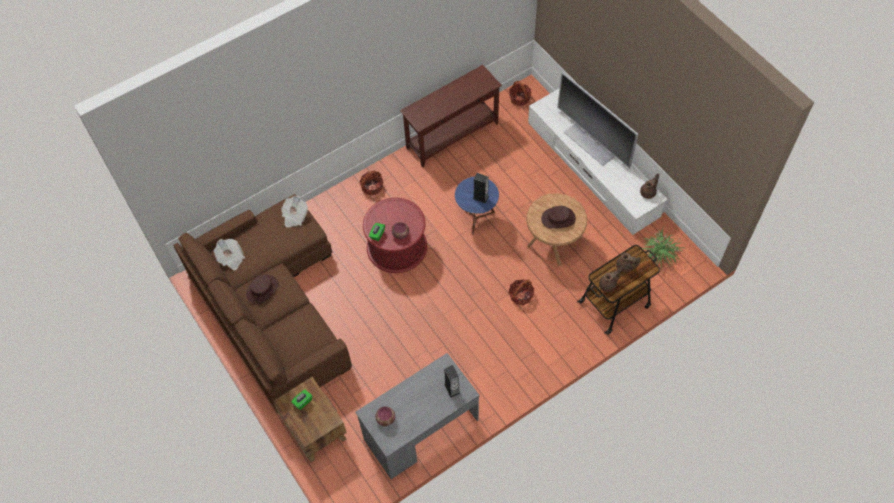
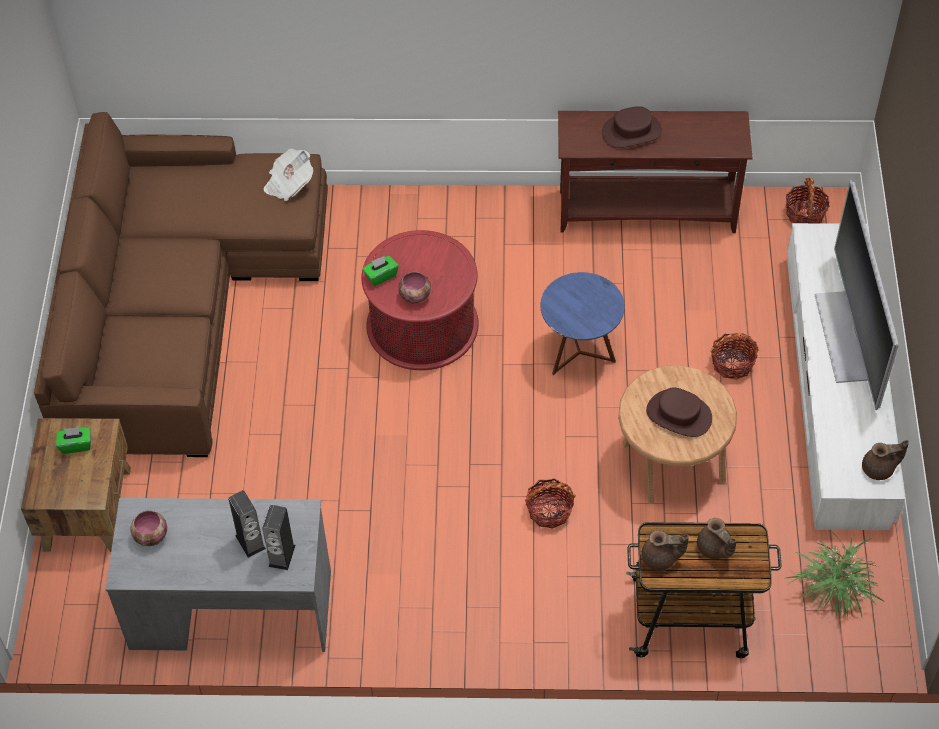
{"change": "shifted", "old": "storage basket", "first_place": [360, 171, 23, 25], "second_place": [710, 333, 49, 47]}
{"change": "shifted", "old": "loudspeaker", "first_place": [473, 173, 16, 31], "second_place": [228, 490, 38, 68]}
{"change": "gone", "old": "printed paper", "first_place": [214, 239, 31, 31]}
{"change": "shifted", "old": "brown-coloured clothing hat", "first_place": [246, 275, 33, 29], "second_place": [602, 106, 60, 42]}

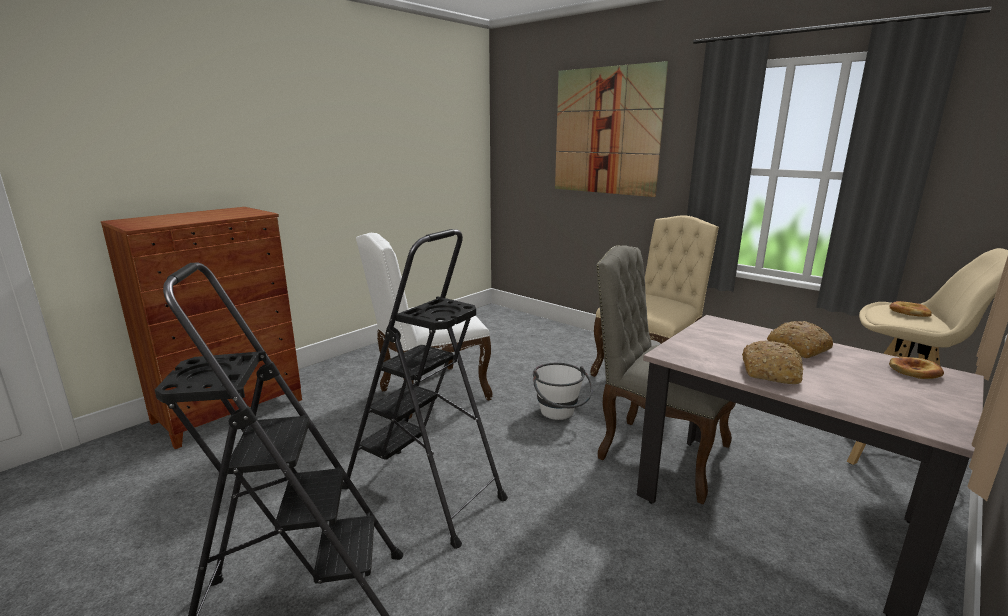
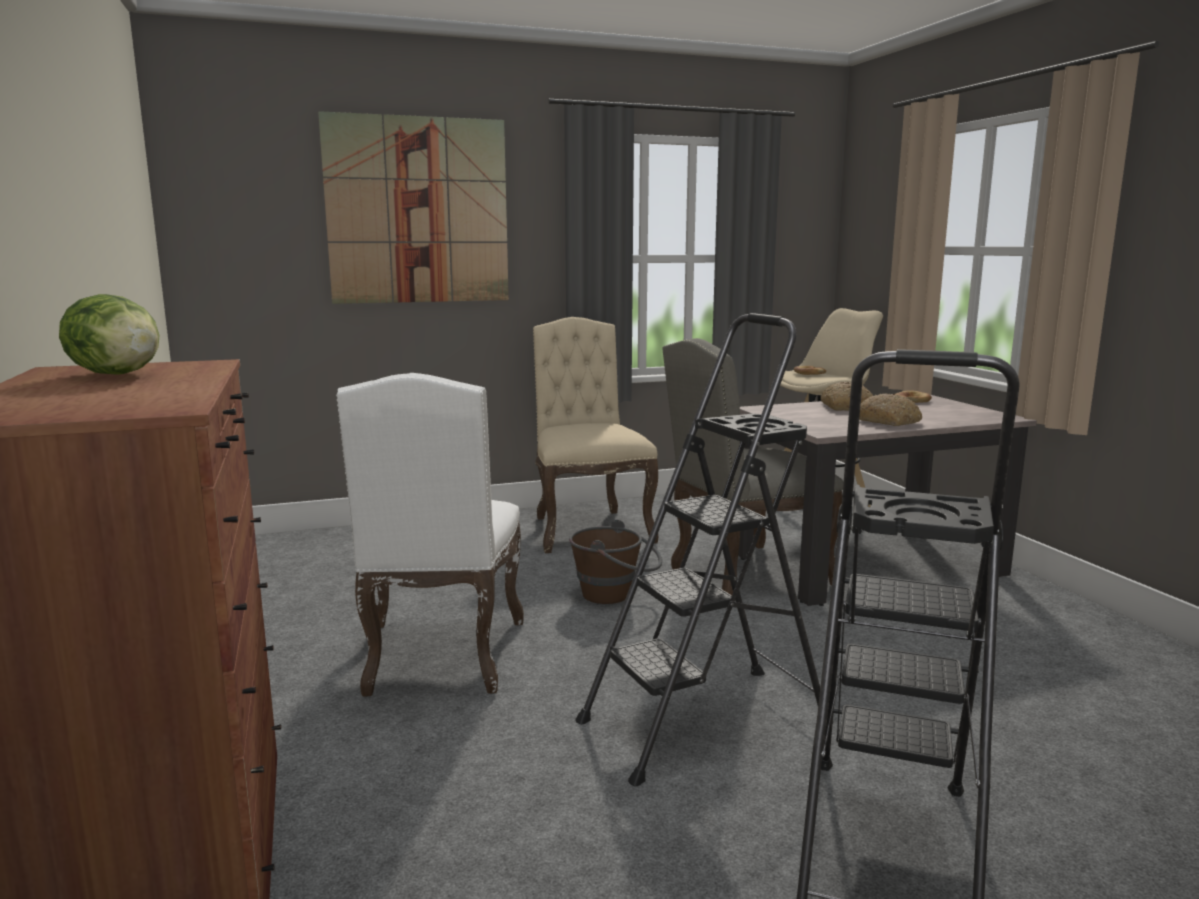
{"change": "repainted", "old": "white bucket", "new": "brown-coloured bucket", "first_place": [533, 363, 60, 57], "second_place": [569, 519, 93, 85]}
{"change": "new", "new": "head of lettuce", "second_place": [59, 294, 100, 81]}

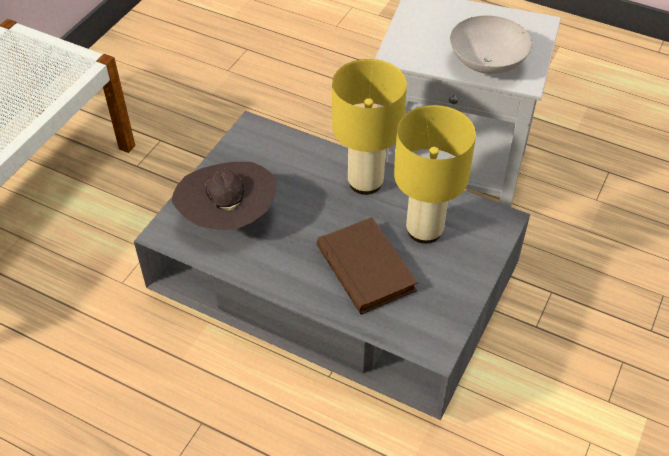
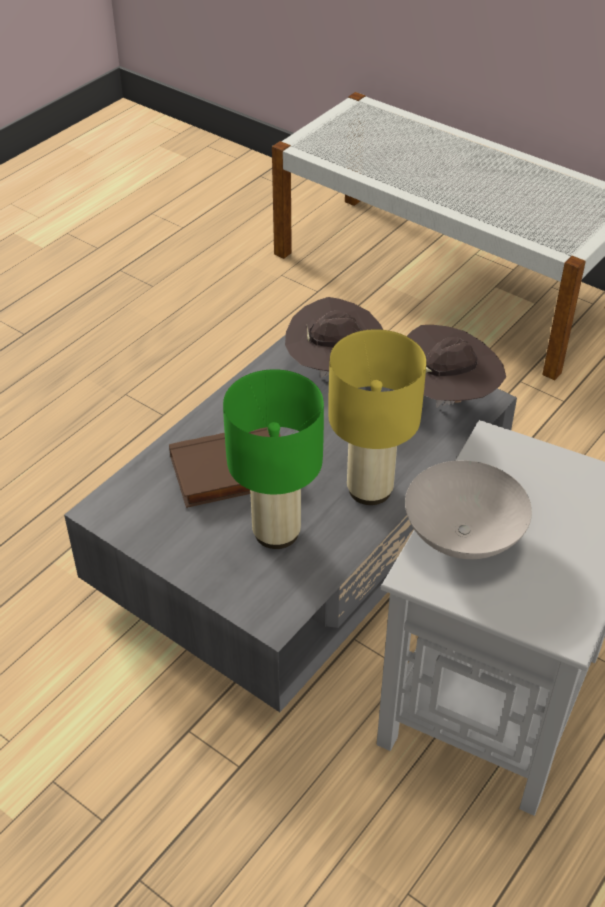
{"change": "repainted", "old": "yellow-coloured tabletop lamp", "new": "greenish tabletop lamp", "first_place": [394, 105, 82, 139], "second_place": [223, 369, 101, 180]}
{"change": "new", "new": "brown-coloured clothing hat", "second_place": [407, 325, 99, 83]}

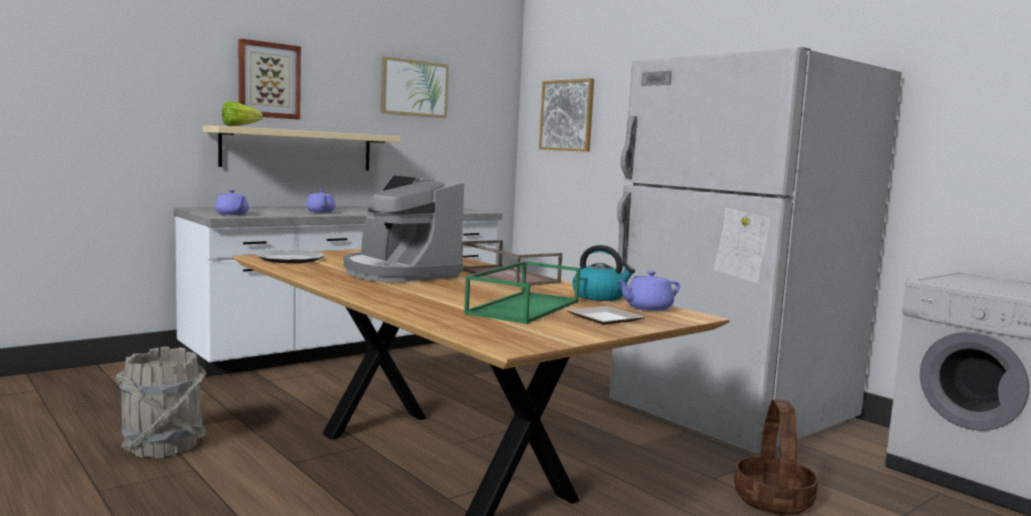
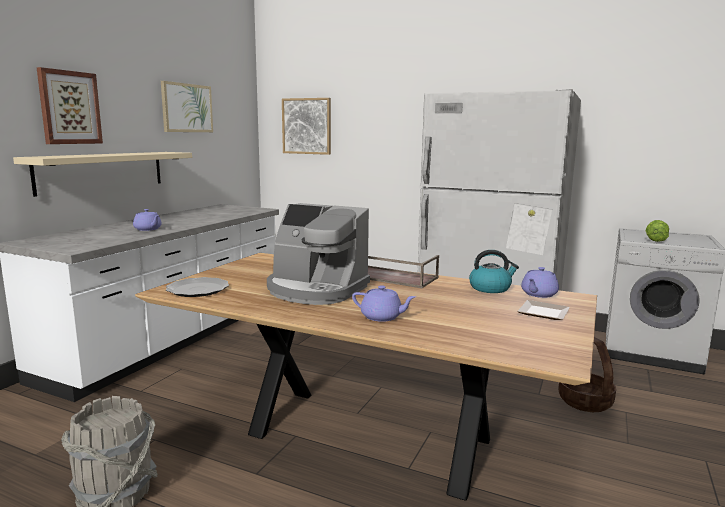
{"change": "shifted", "old": "head of lettuce", "first_place": [222, 101, 41, 25], "second_place": [645, 220, 24, 22]}
{"change": "shifted", "old": "purple-coloured teapot", "first_place": [215, 190, 34, 25], "second_place": [352, 285, 64, 37]}
{"change": "gone", "old": "greenish serving tray", "first_place": [464, 261, 116, 63]}

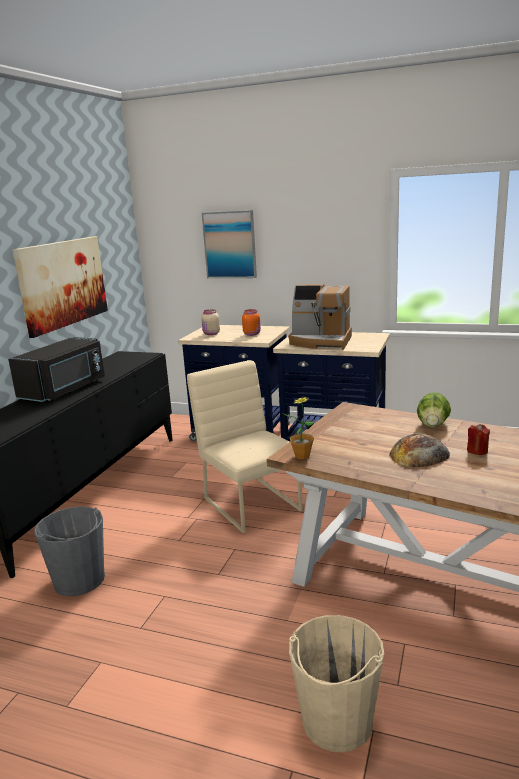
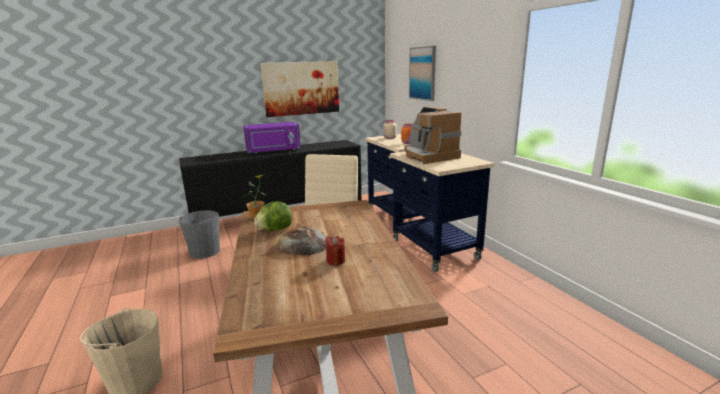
{"change": "repainted", "old": "black-coloured microwave", "new": "purple-coloured microwave", "first_place": [8, 337, 97, 65], "second_place": [243, 122, 58, 32]}
{"change": "shifted", "old": "head of lettuce", "first_place": [417, 392, 34, 36], "second_place": [254, 201, 38, 30]}

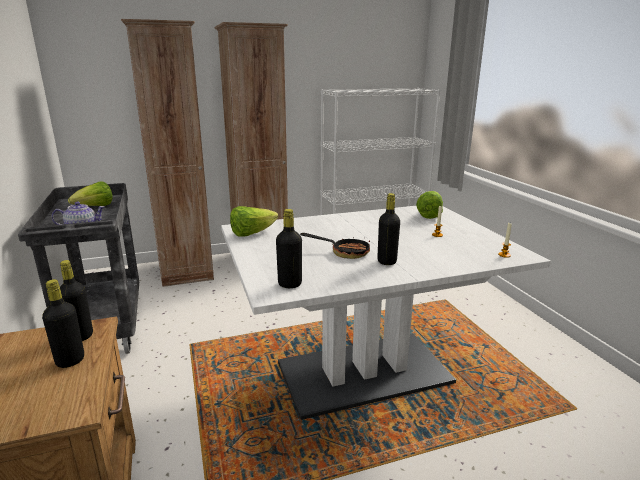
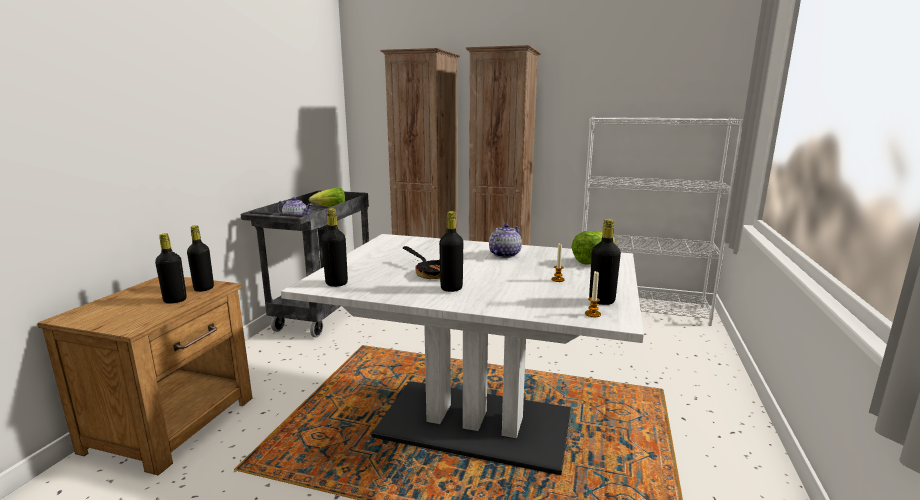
{"change": "gone", "old": "head of lettuce", "first_place": [230, 206, 48, 31]}
{"change": "new", "new": "black-coloured bottle", "second_place": [589, 219, 32, 86]}
{"change": "new", "new": "teapot", "second_place": [489, 224, 33, 34]}

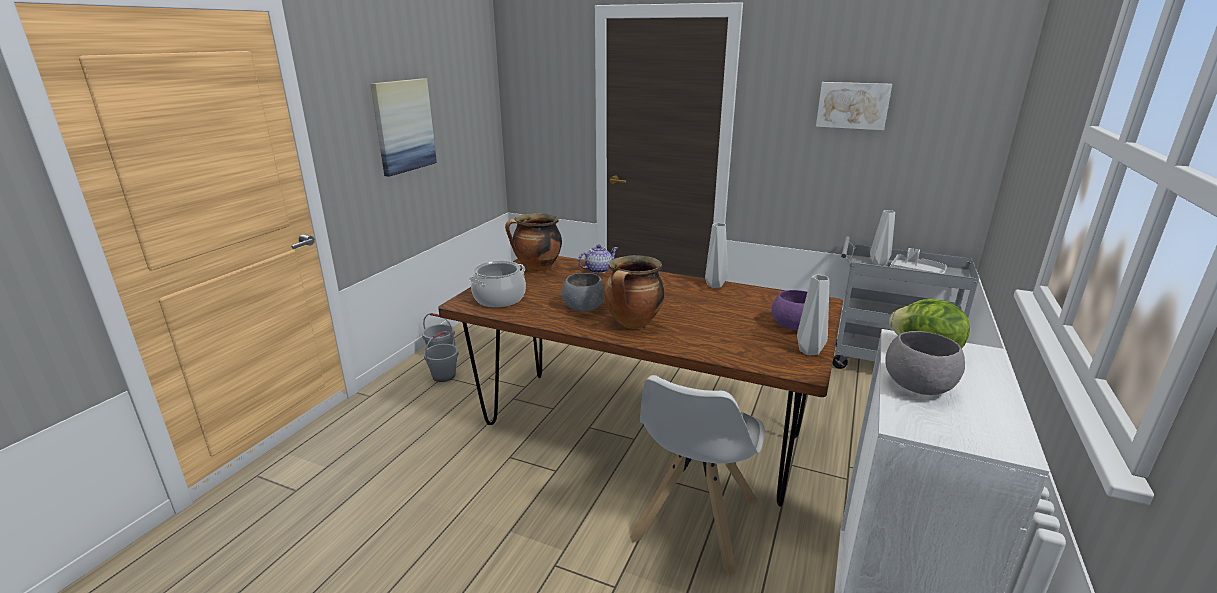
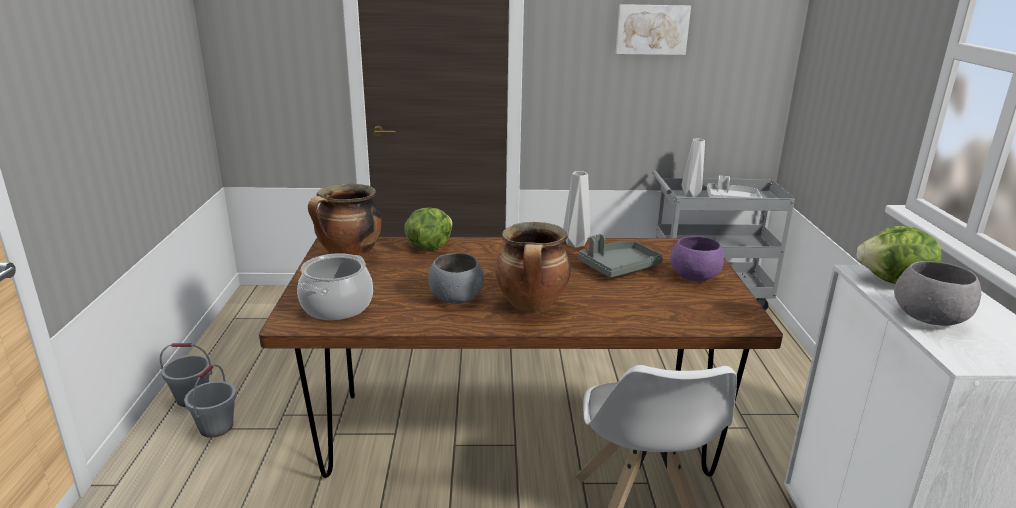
{"change": "gone", "old": "wall picture", "first_place": [370, 78, 67, 99]}
{"change": "swapped", "old": "teapot", "new": "head of lettuce", "first_place": [578, 244, 40, 29], "second_place": [404, 208, 49, 42]}
{"change": "gone", "old": "gray decorative vase", "first_place": [797, 274, 32, 82]}
{"change": "new", "new": "gray serving tray", "second_place": [578, 234, 85, 44]}

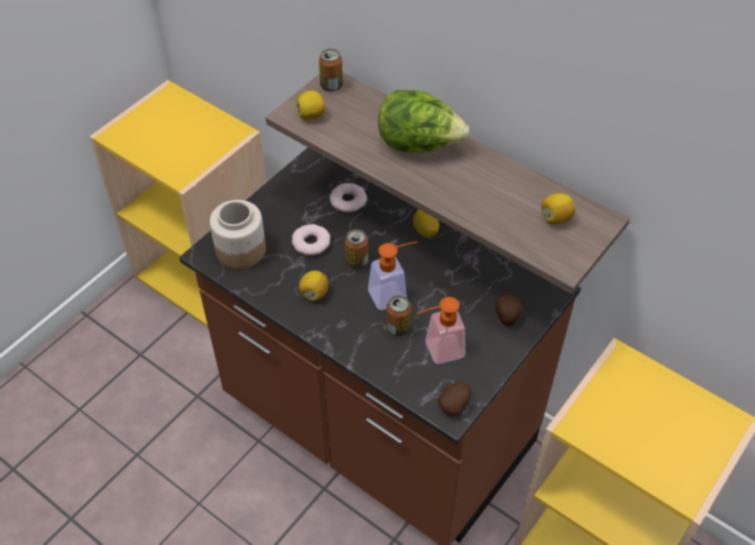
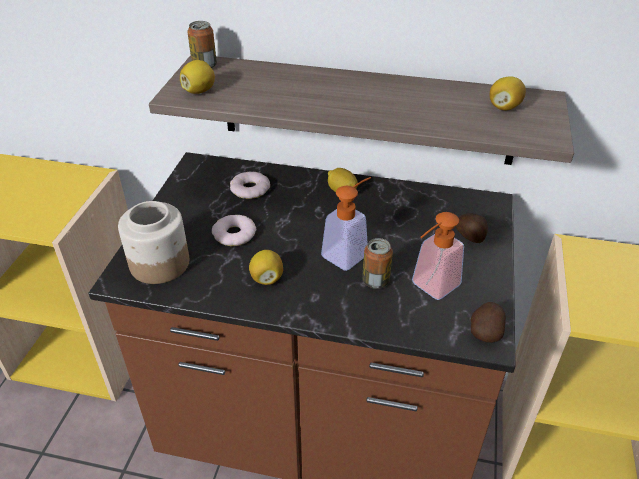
{"change": "gone", "old": "head of lettuce", "first_place": [378, 90, 91, 63]}
{"change": "gone", "old": "sealed can", "first_place": [345, 229, 23, 40]}

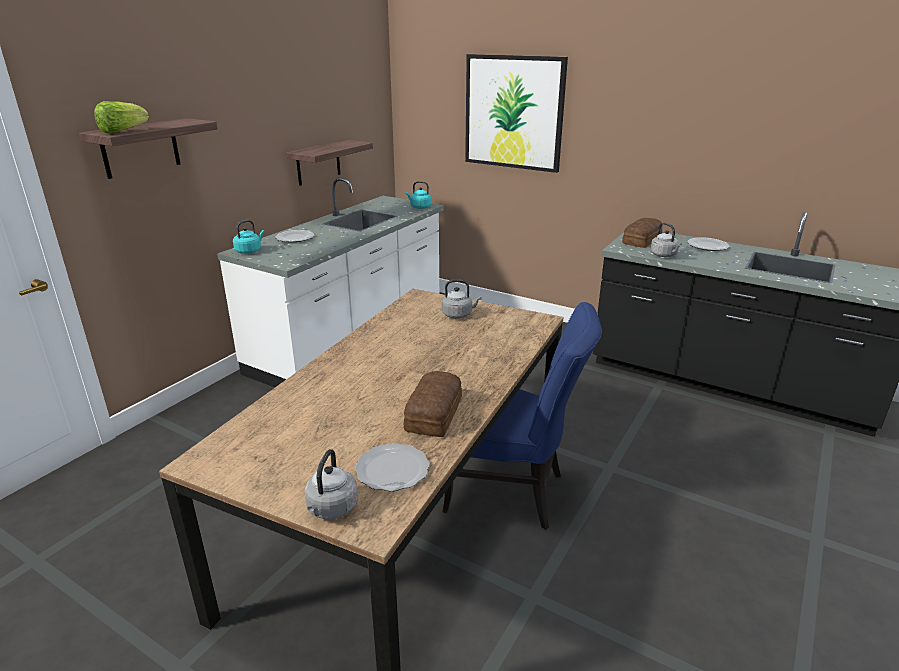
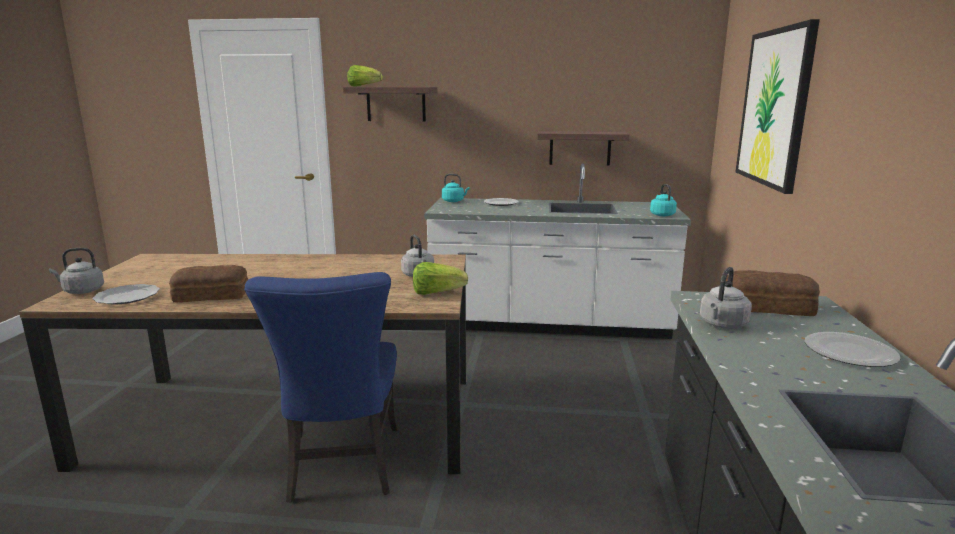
{"change": "new", "new": "head of lettuce", "second_place": [413, 262, 55, 33]}

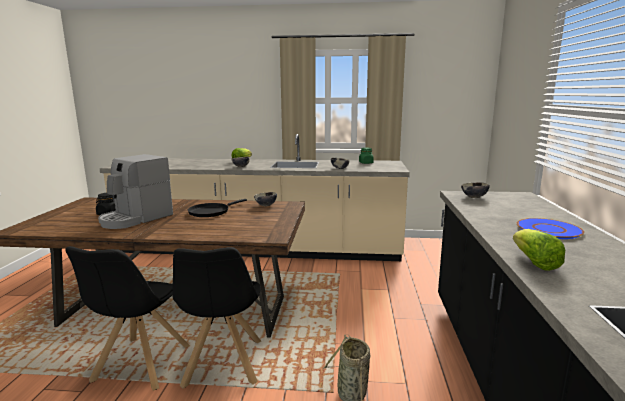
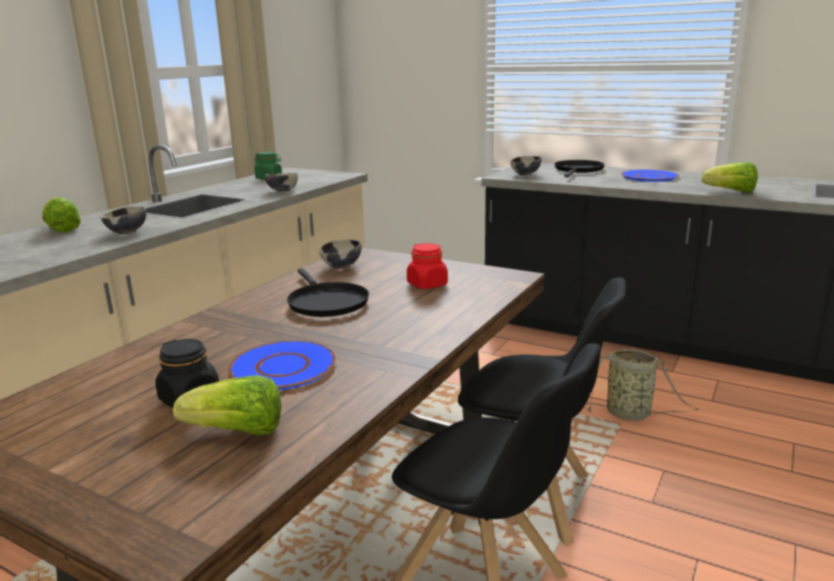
{"change": "swapped", "old": "coffee machine", "new": "bluish flat dish", "first_place": [98, 154, 75, 75], "second_place": [228, 341, 108, 49]}
{"change": "new", "new": "black-coloured pan", "second_place": [554, 160, 51, 17]}
{"change": "new", "new": "reddish jar", "second_place": [407, 243, 41, 46]}
{"change": "new", "new": "head of lettuce", "second_place": [173, 375, 108, 60]}

